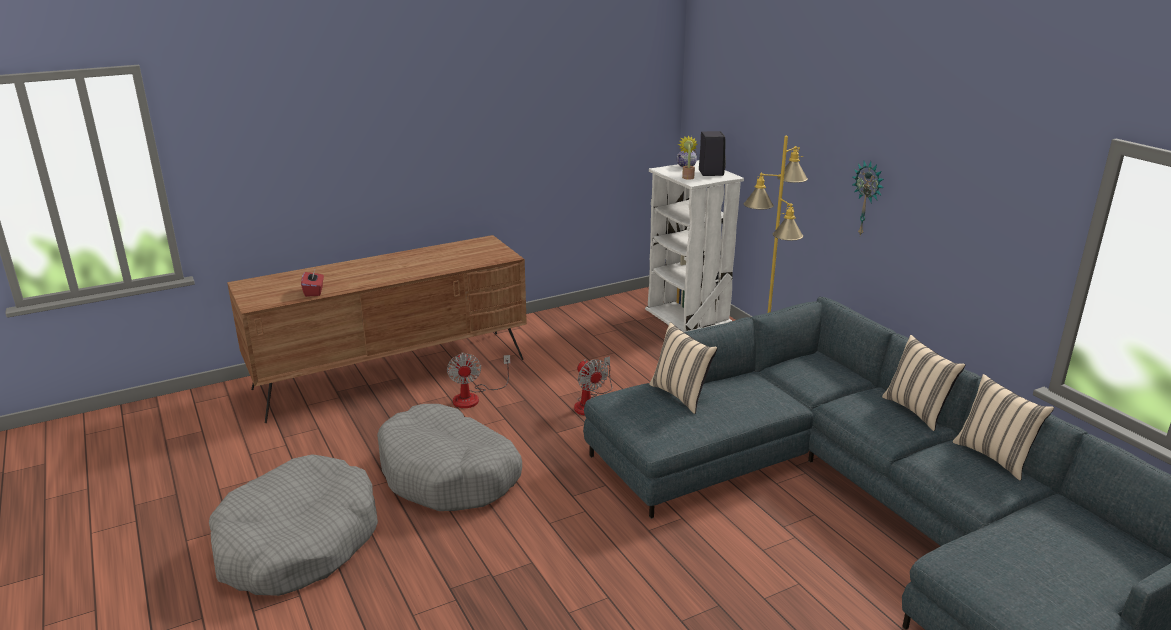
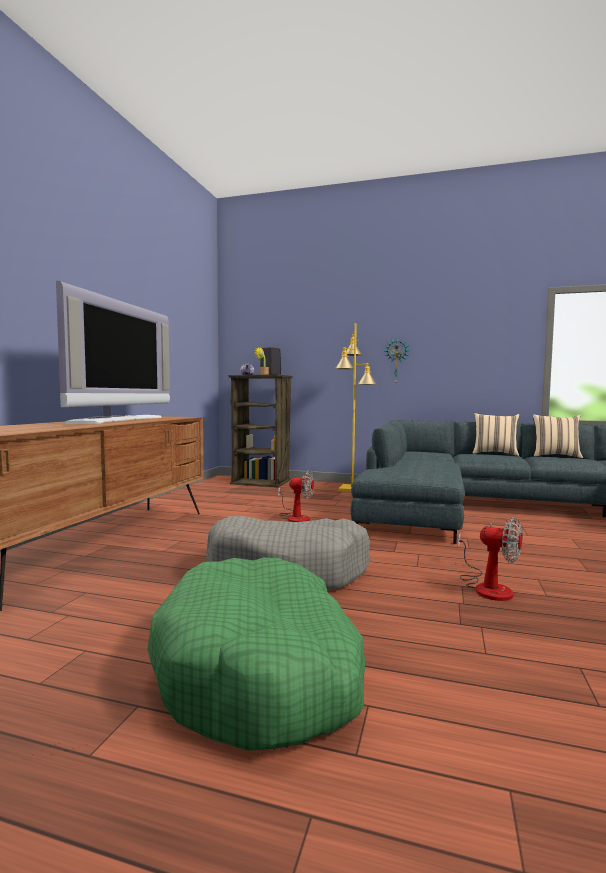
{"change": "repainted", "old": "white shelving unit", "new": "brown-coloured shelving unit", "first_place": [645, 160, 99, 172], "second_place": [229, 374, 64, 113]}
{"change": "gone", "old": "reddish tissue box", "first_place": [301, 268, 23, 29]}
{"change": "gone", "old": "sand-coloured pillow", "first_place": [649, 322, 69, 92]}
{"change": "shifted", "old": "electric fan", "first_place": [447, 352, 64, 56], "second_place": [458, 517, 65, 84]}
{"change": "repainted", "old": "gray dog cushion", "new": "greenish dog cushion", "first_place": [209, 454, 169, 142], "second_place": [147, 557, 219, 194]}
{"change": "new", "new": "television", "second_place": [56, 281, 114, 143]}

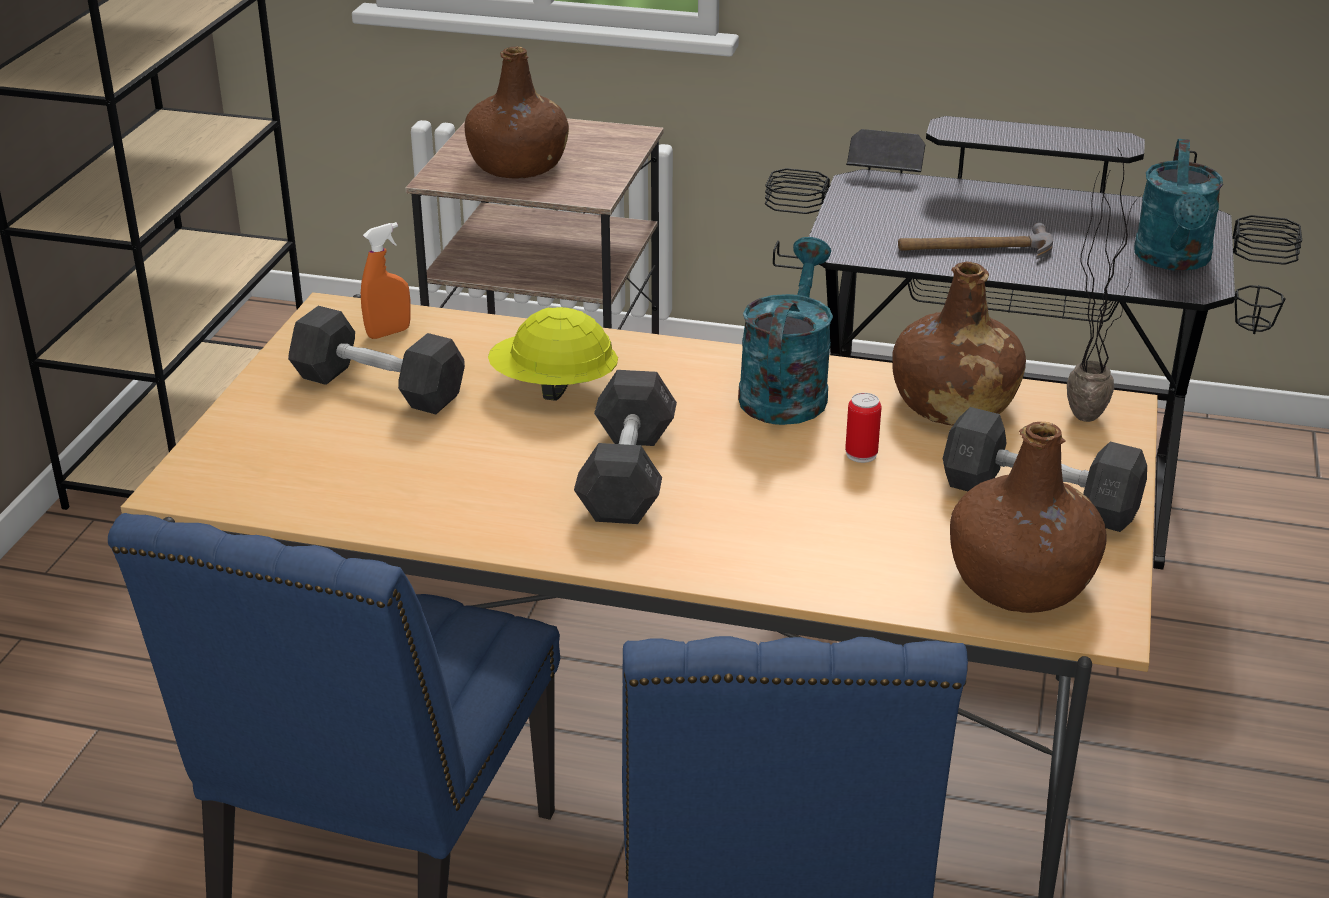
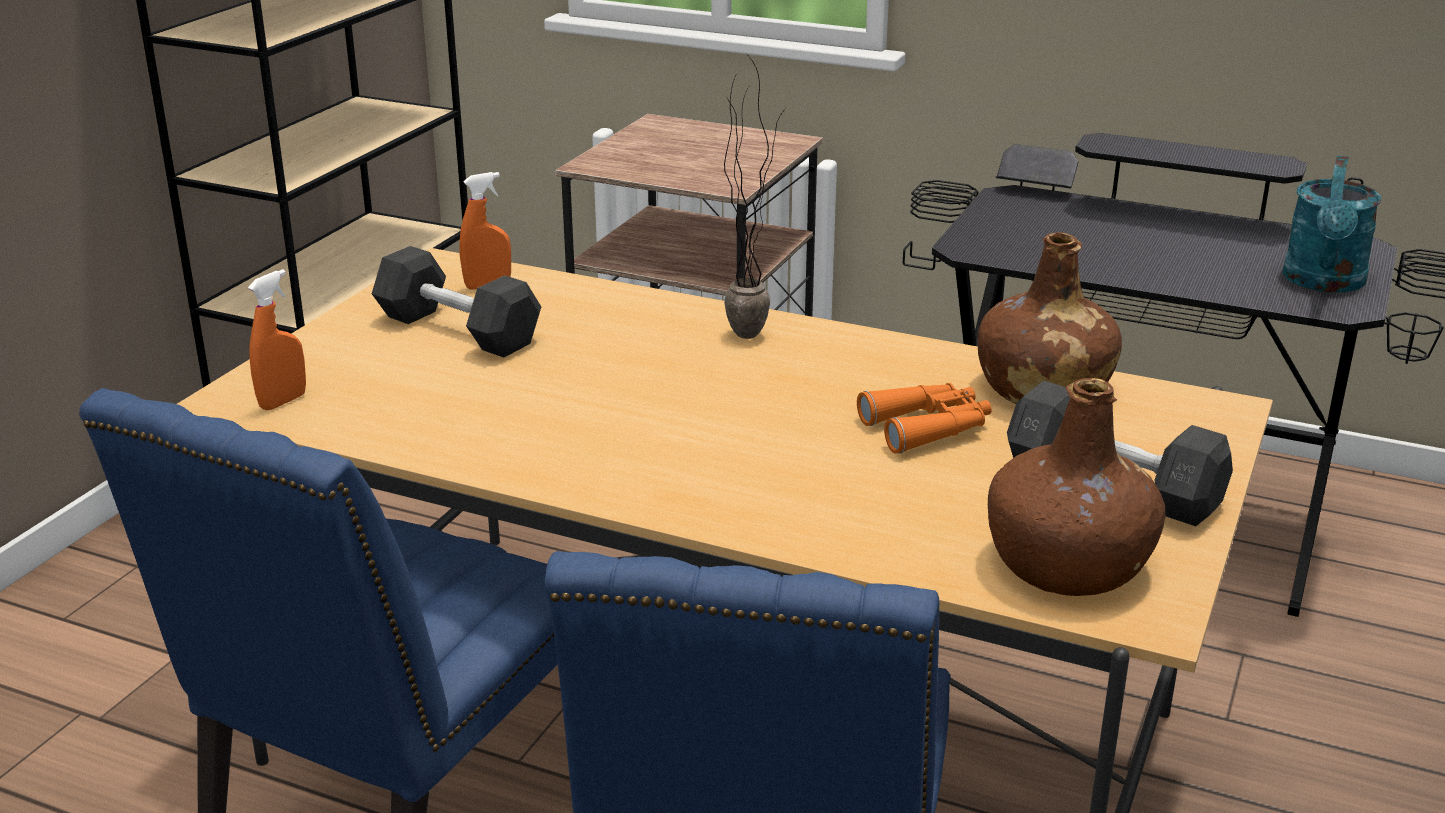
{"change": "gone", "old": "brown-coloured bottle", "first_place": [465, 47, 104, 131]}
{"change": "shifted", "old": "potted plant", "first_place": [1067, 149, 75, 273], "second_place": [724, 57, 62, 282]}
{"change": "gone", "old": "hand hammer", "first_place": [898, 223, 155, 36]}
{"change": "gone", "old": "turquoise-coloured sprinkling can", "first_place": [738, 237, 95, 188]}
{"change": "gone", "old": "yellow-coloured hard hat", "first_place": [488, 307, 130, 94]}
{"change": "gone", "old": "gray dumbbell", "first_place": [574, 370, 103, 154]}
{"change": "swapped", "old": "sealed can", "new": "orange field glasses", "first_place": [845, 393, 36, 70], "second_place": [857, 383, 135, 71]}
{"change": "new", "new": "orange hand sprayer", "second_place": [248, 269, 58, 141]}

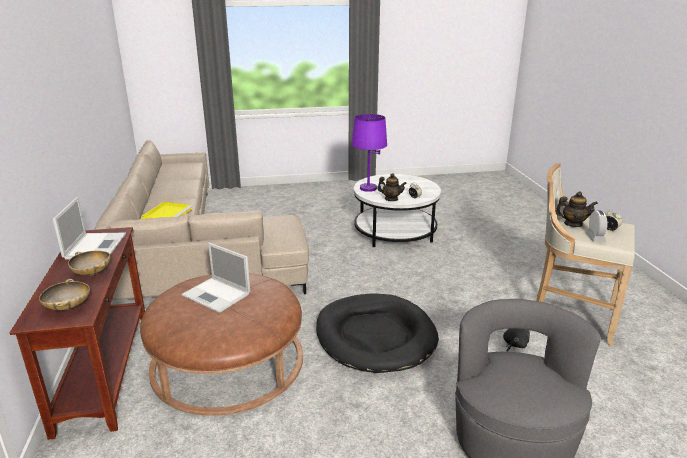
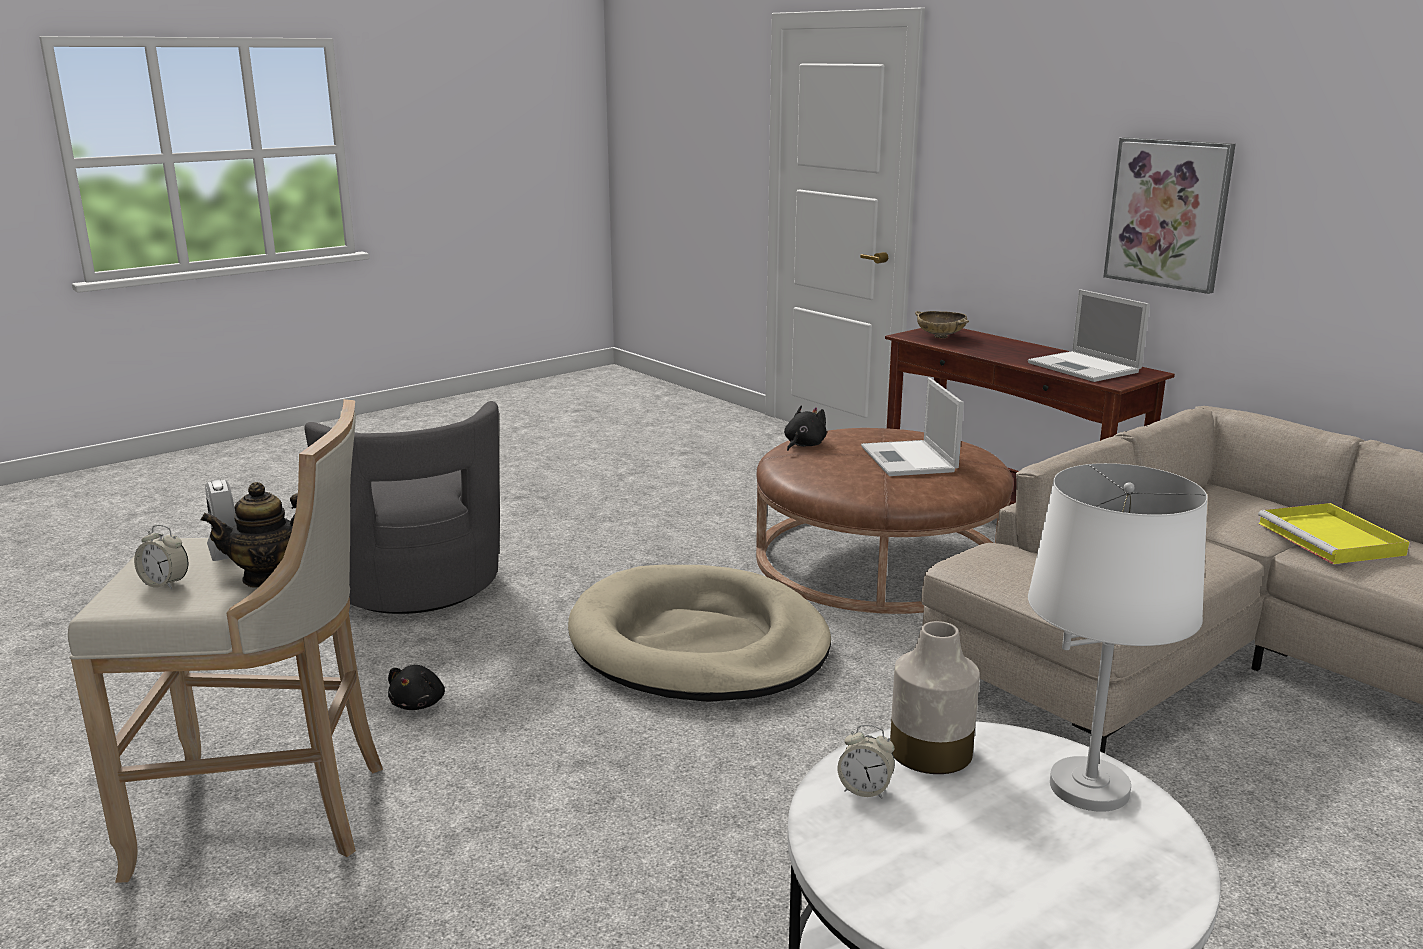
{"change": "repainted", "old": "purple-coloured tabletop lamp", "new": "white tabletop lamp", "first_place": [351, 114, 36, 78], "second_place": [1028, 463, 180, 349]}
{"change": "swapped", "old": "teapot", "new": "sand-coloured decorative vase", "first_place": [377, 173, 30, 28], "second_place": [890, 621, 90, 153]}
{"change": "rotated", "old": "notebook computer", "first_place": [182, 243, 68, 70], "second_place": [861, 378, 103, 98], "degrees": -105}
{"change": "gone", "old": "sand-coloured bowl", "first_place": [68, 251, 43, 25]}
{"change": "repainted", "old": "black-coloured dog cushion", "new": "sand-coloured dog cushion", "first_place": [316, 294, 123, 79], "second_place": [568, 565, 263, 137]}
{"change": "new", "new": "wall picture", "second_place": [1103, 137, 133, 157]}
{"change": "new", "new": "black-coloured plush toy", "second_place": [784, 406, 43, 45]}

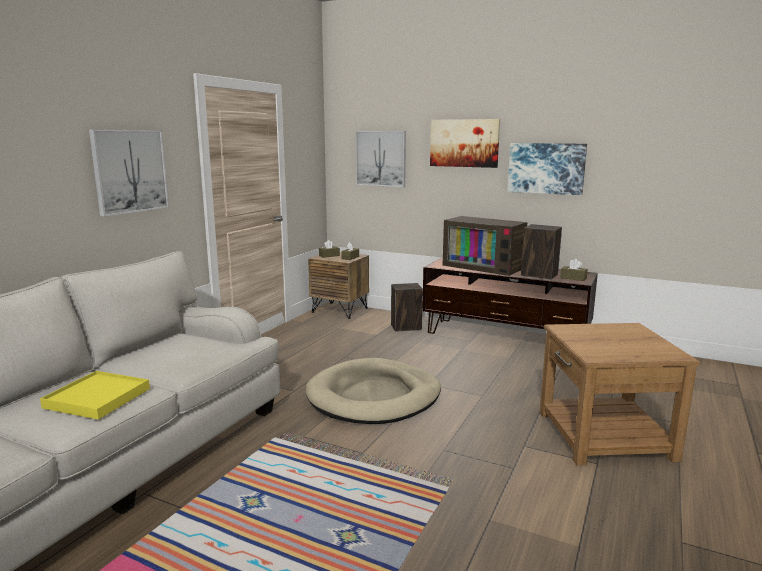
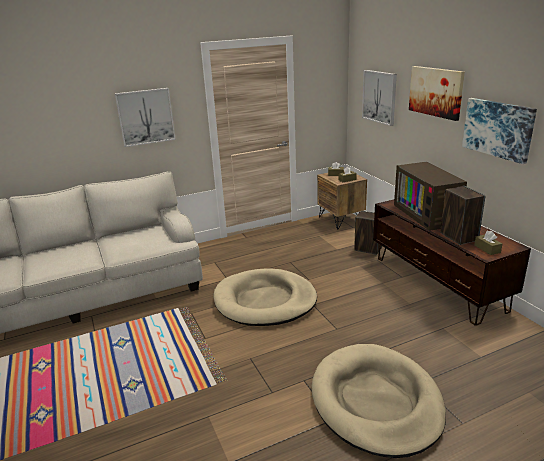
{"change": "swapped", "old": "brown-coloured side table", "new": "sand-coloured dog cushion", "first_place": [540, 323, 160, 142], "second_place": [312, 344, 134, 114]}
{"change": "gone", "old": "yellow-coloured serving tray", "first_place": [40, 371, 110, 49]}

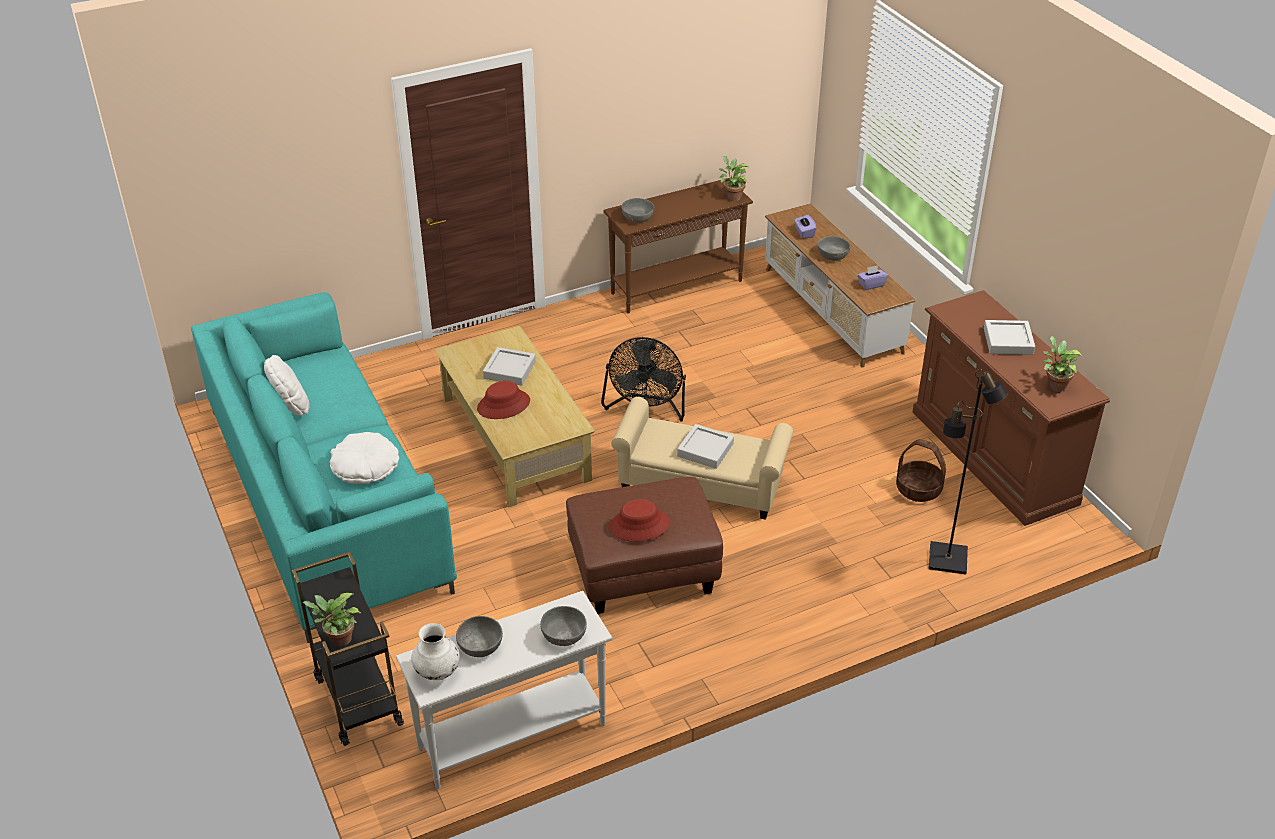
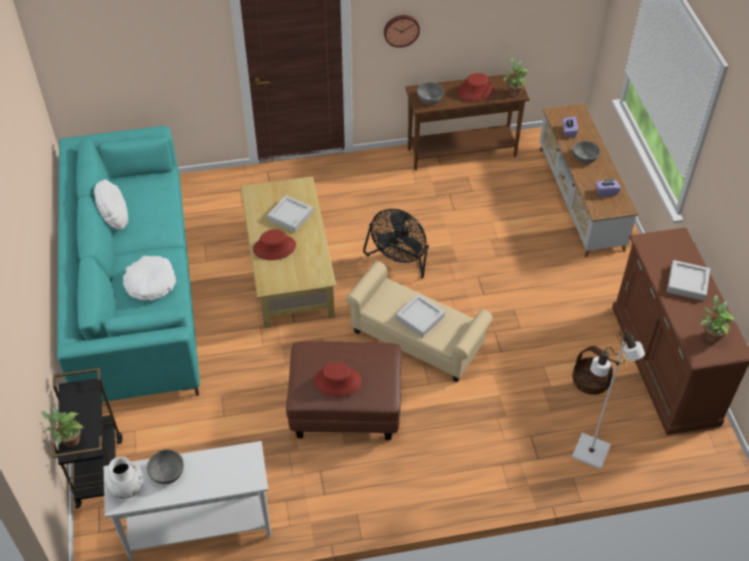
{"change": "repainted", "old": "black-coloured standing lamp", "new": "white standing lamp", "first_place": [929, 369, 78, 205], "second_place": [572, 330, 73, 140]}
{"change": "gone", "old": "gray bowl", "first_place": [540, 606, 47, 40]}
{"change": "new", "new": "wall clock", "second_place": [384, 15, 36, 33]}
{"change": "new", "new": "reddish clothing hat", "second_place": [458, 73, 36, 28]}

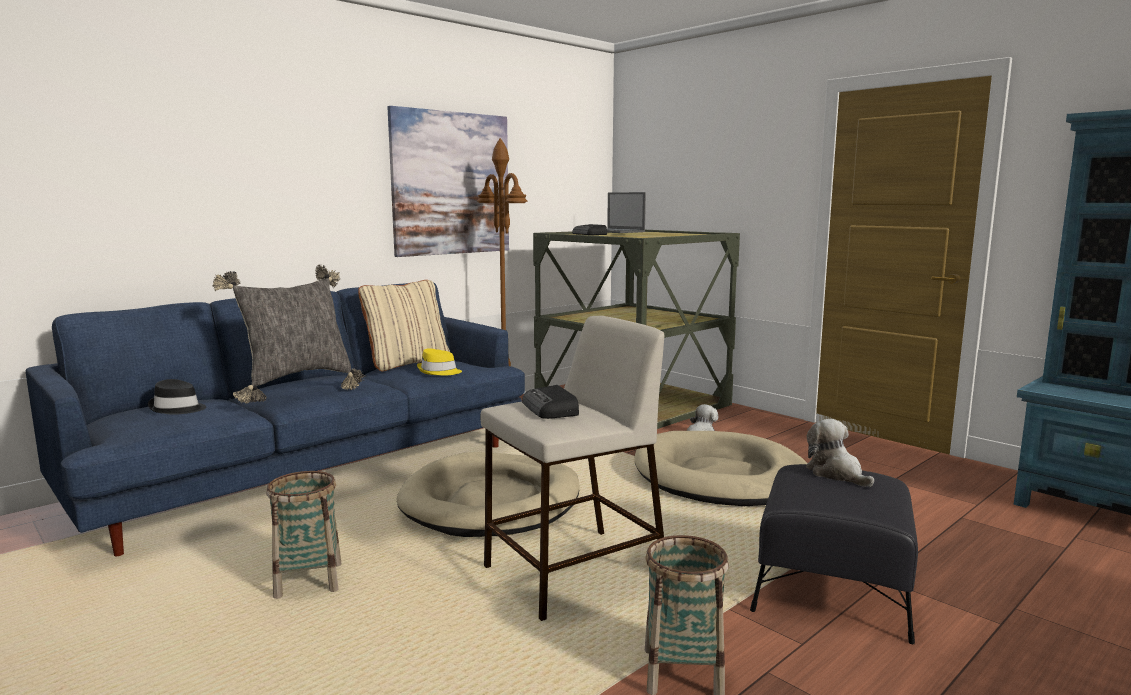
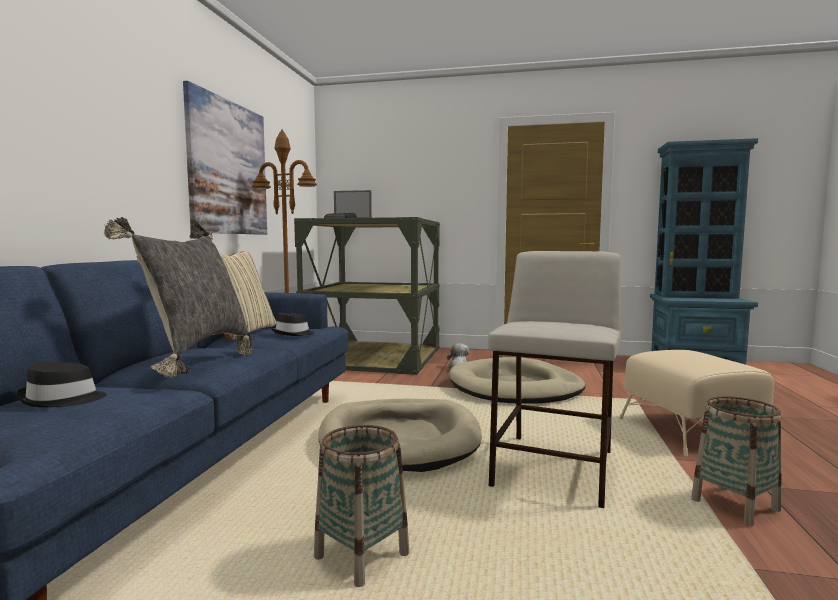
{"change": "repainted", "old": "yellow-coloured clothing hat", "new": "black-coloured clothing hat", "first_place": [417, 348, 45, 27], "second_place": [271, 312, 43, 24]}
{"change": "gone", "old": "radio", "first_place": [522, 385, 57, 34]}
{"change": "gone", "old": "plush toy", "first_place": [806, 419, 68, 68]}
{"change": "repainted", "old": "black-coloured ottoman", "new": "sand-coloured ottoman", "first_place": [750, 464, 168, 180], "second_place": [619, 350, 156, 106]}

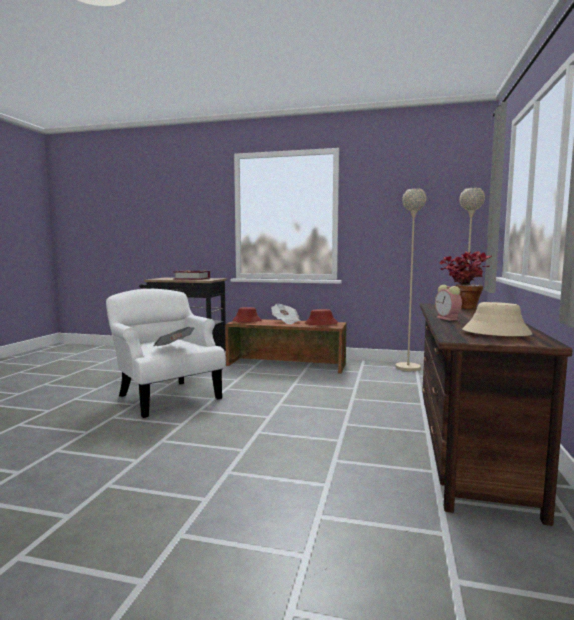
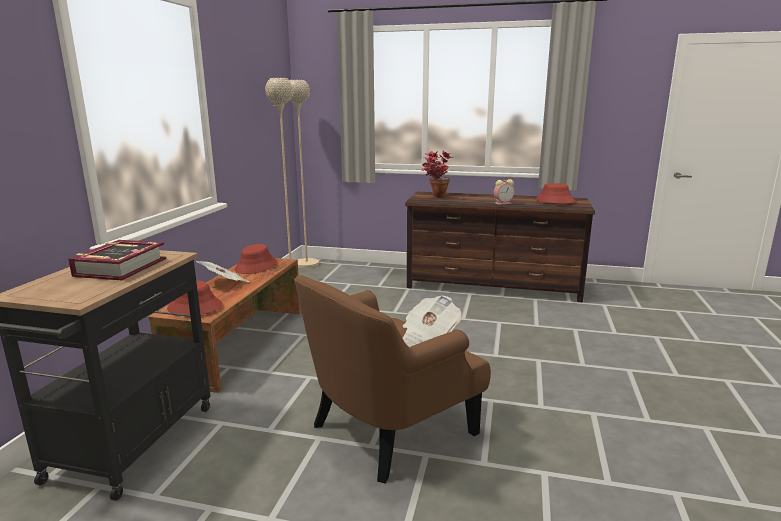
{"change": "repainted", "old": "white easy chair", "new": "brown-coloured easy chair", "first_place": [106, 289, 120, 129], "second_place": [294, 275, 197, 209]}
{"change": "repainted", "old": "sand-coloured clothing hat", "new": "reddish clothing hat", "first_place": [462, 302, 70, 34], "second_place": [535, 183, 41, 21]}

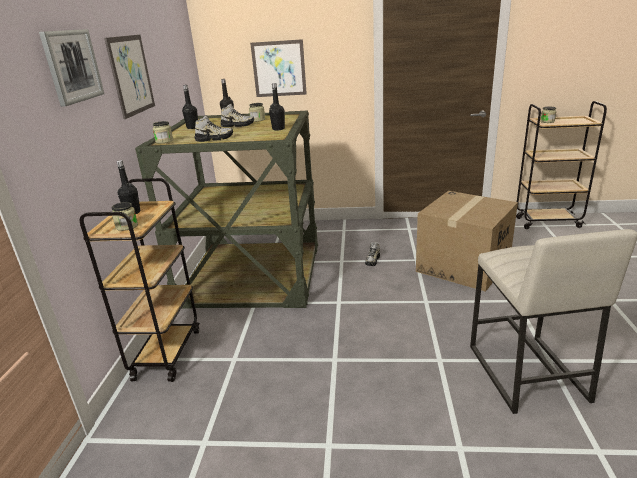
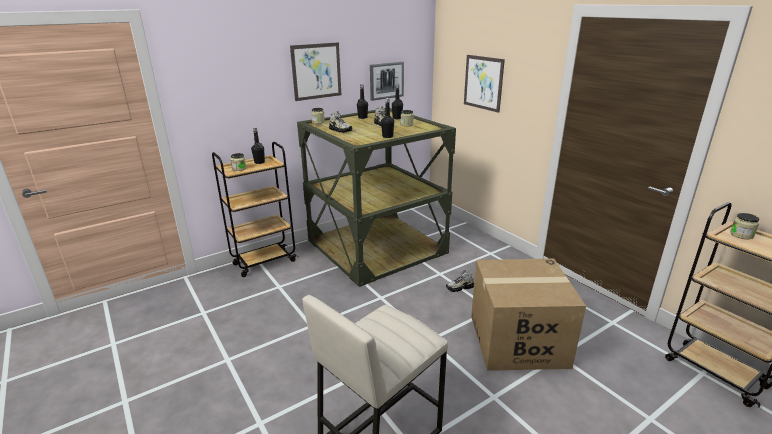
{"change": "shifted", "old": "wall picture", "first_place": [39, 29, 65, 78], "second_place": [370, 62, 34, 39]}

